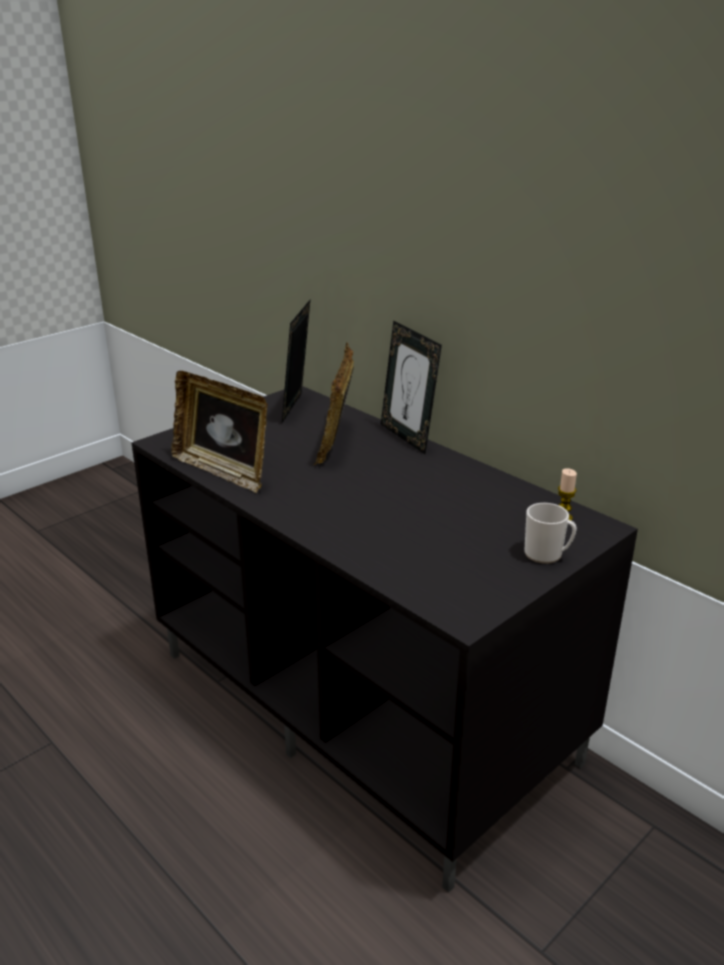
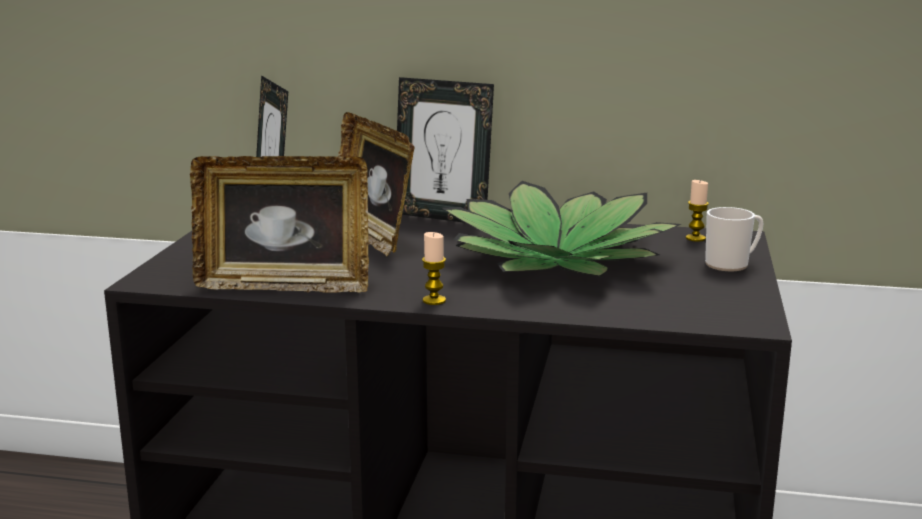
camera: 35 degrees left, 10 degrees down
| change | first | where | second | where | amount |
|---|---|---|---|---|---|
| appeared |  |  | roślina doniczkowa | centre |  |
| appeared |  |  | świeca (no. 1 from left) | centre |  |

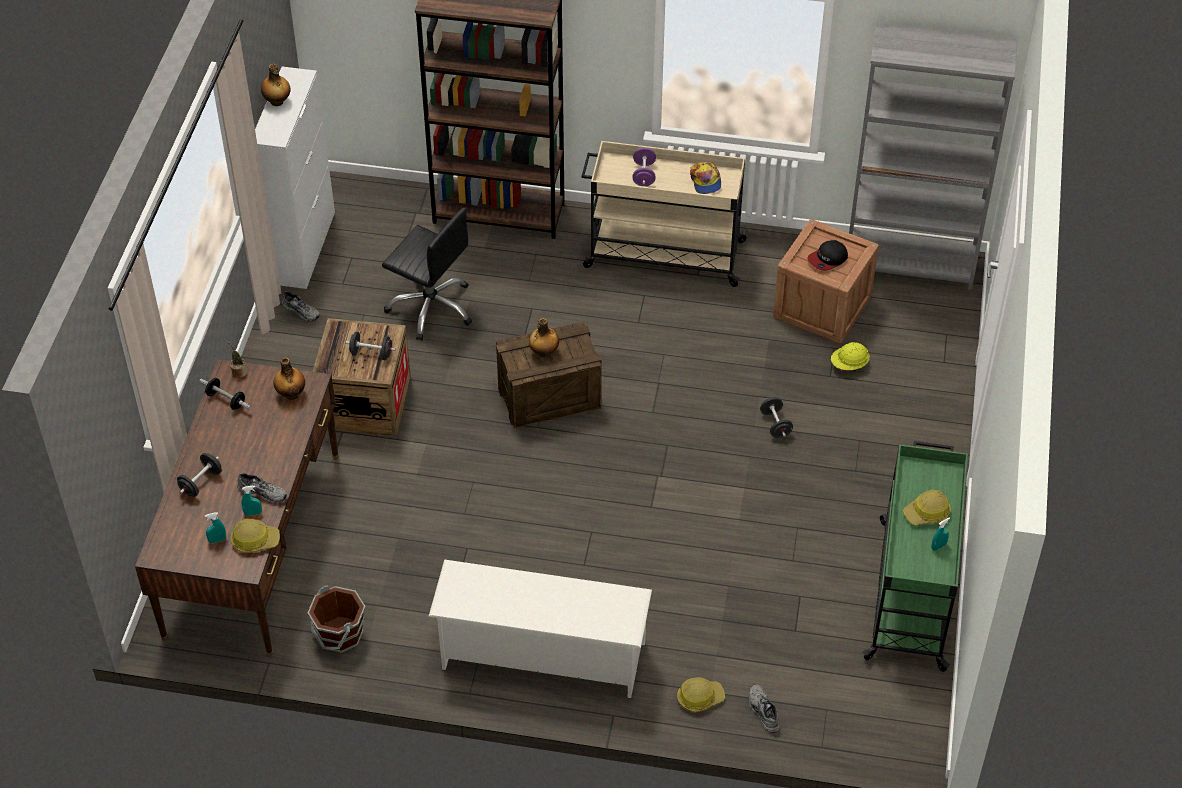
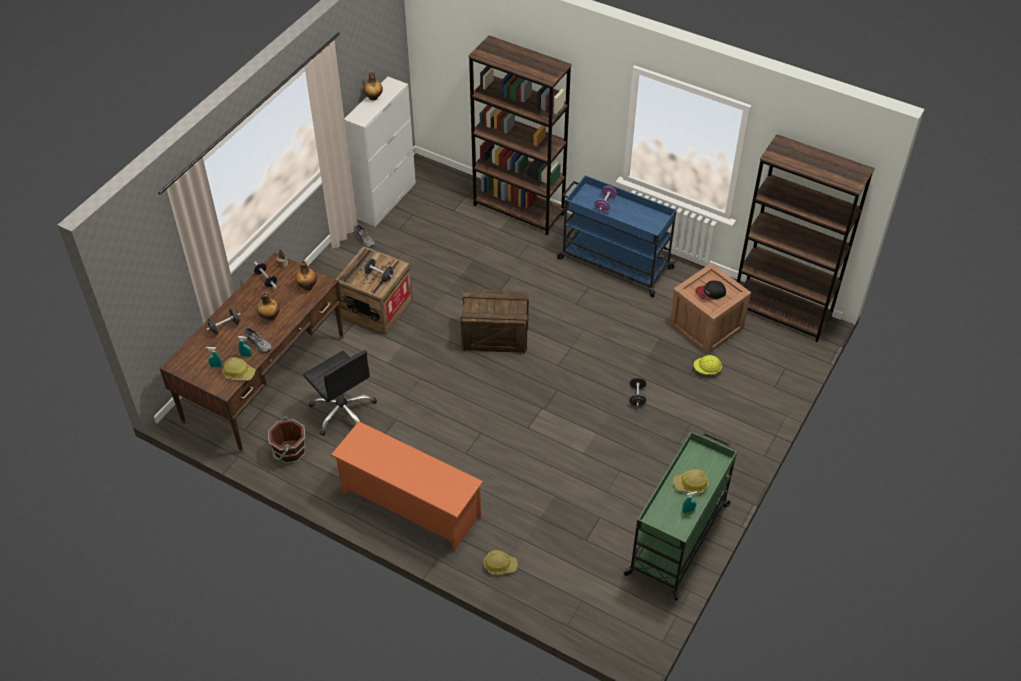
camera: 20 degrees right, 0 degrees up
| change | first | where | second | where | amount |
|---|---|---|---|---|---|
| colour | regał/szary | top right | regał/brązowy (no. 2 from left) | middle right |  |
| colour | wózek/beżowy | top centre | wózek/niebieski | centre |  |
| missing | czapka z daszkiem (no. 1 from left) | top centre |  |  |  |
| relocated | krzesło biurowe/czarny | centre |  | middle left |  |
| relocated | butelka (no. 3 from left in the first image) | centre | butelka (no. 1 from left) | middle left |  |
| colour | regał na buty/biały | bottom centre | regał na buty/pomarańczowy | bottom centre |  |
| missing | but/szary (no. 3 from left) | bottom centre |  |  |  |

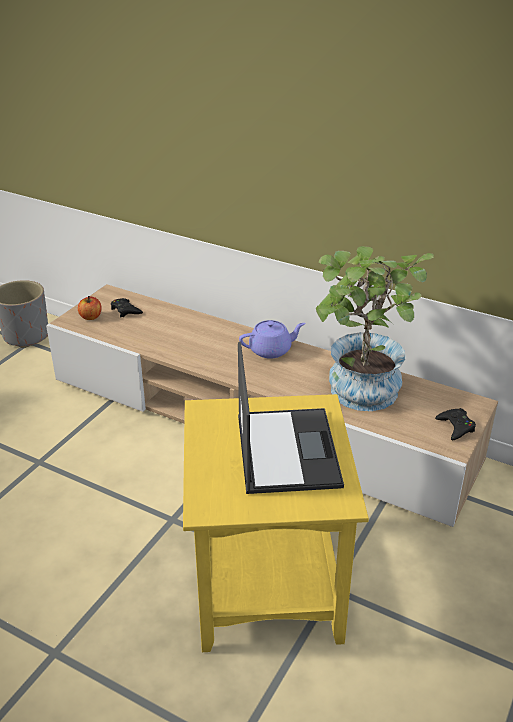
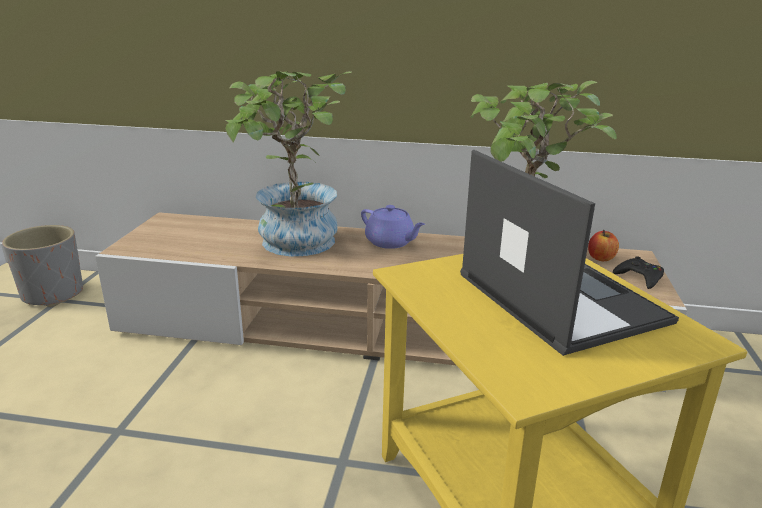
camera: 20 degrees left, 10 degrees down
| change | first | where | second | where | amount |
|---|---|---|---|---|---|
| relocated | jabłko | middle left |  | middle right |  |
| missing | pad do gier/czarny (no. 1 from left) | middle left |  |  |  |
| spun | imbryk/fioletowy | centre |  | centre | 75 degrees clockwise |
| appeared |  |  | roślina doniczkowa (no. 1 from left) | top centre |  |

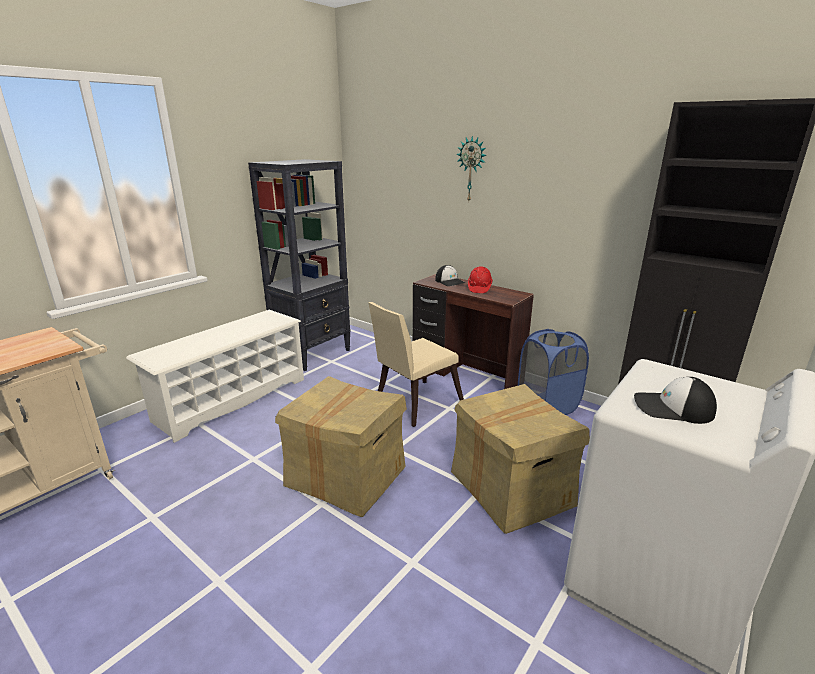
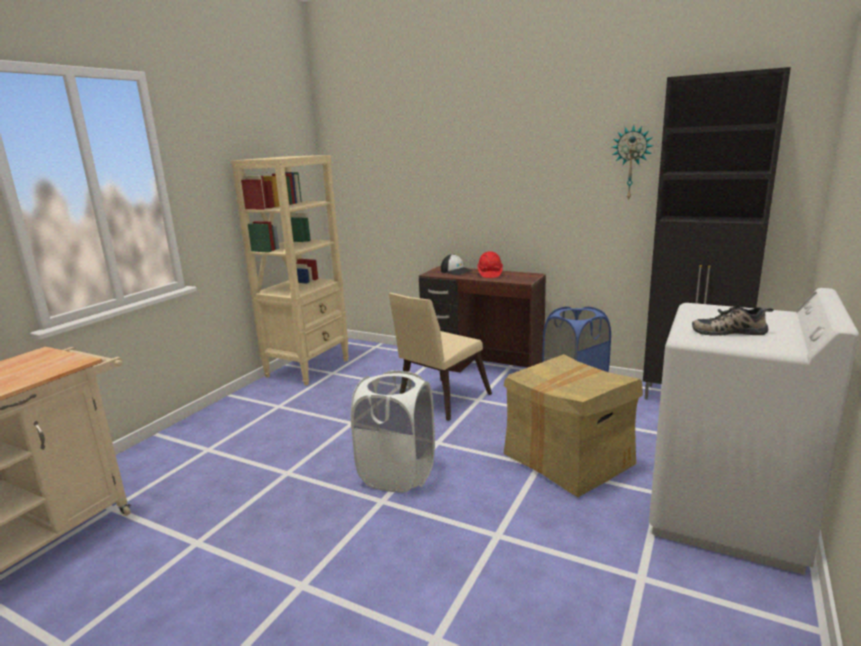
camera: 10 degrees left, 5 degrees down
| change | first | where | second | where | amount |
|---|---|---|---|---|---|
| relocated | zegar ścienny | top centre |  | top right |  |
| colour | regał/czarny | centre | regał/beżowy | centre |  |
| missing | regał na buty/biały | middle left |  |  |  |
| exchanged | karton (no. 1 from left) | centre | kosz na pranie/biały | bottom centre |  |
| exchanged | czapka z daszkiem (no. 2 from left) | middle right | but | middle right |  |

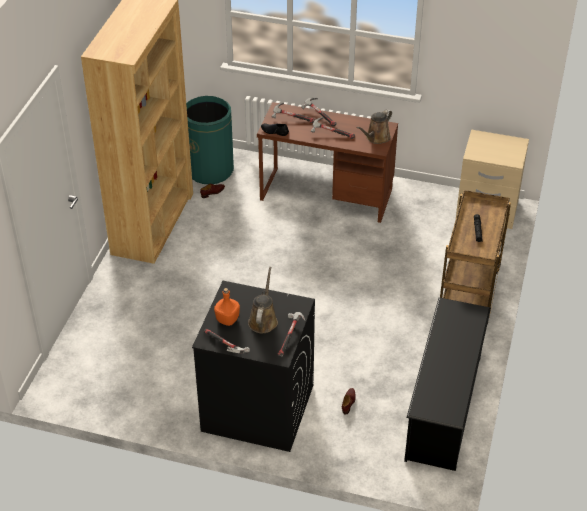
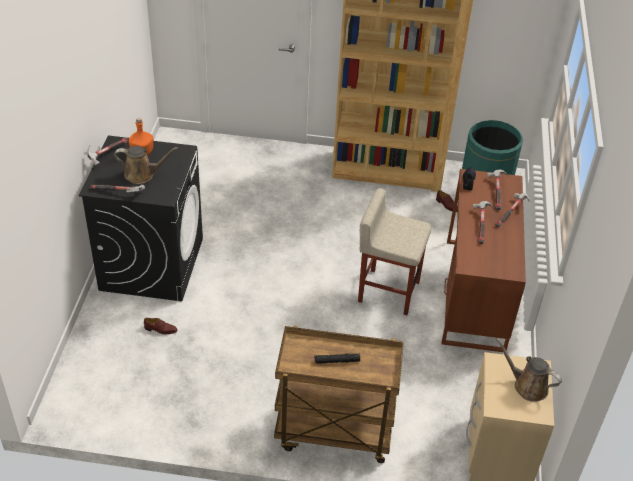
camera: 80 degrees right, 0 degrees up
| change | first | where | second | where | amount |
|---|---|---|---|---|---|
| relocated | konewka/brązowy (no. 2 from left) | top centre |  | bottom right |  |
| missing | regał na buty/czarny | bottom right |  |  |  |
| appeared |  |  | stołek/beżowy | centre |  |

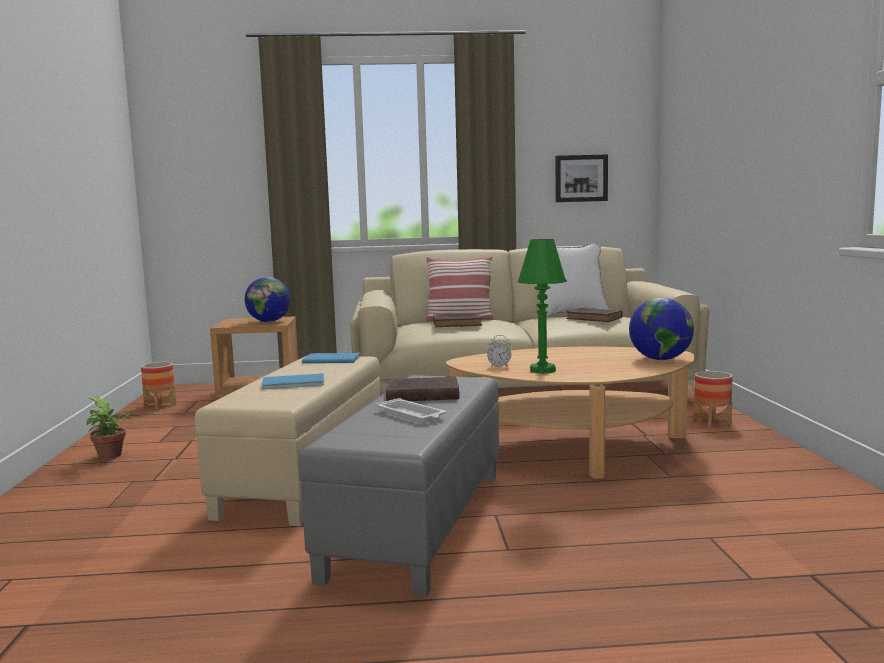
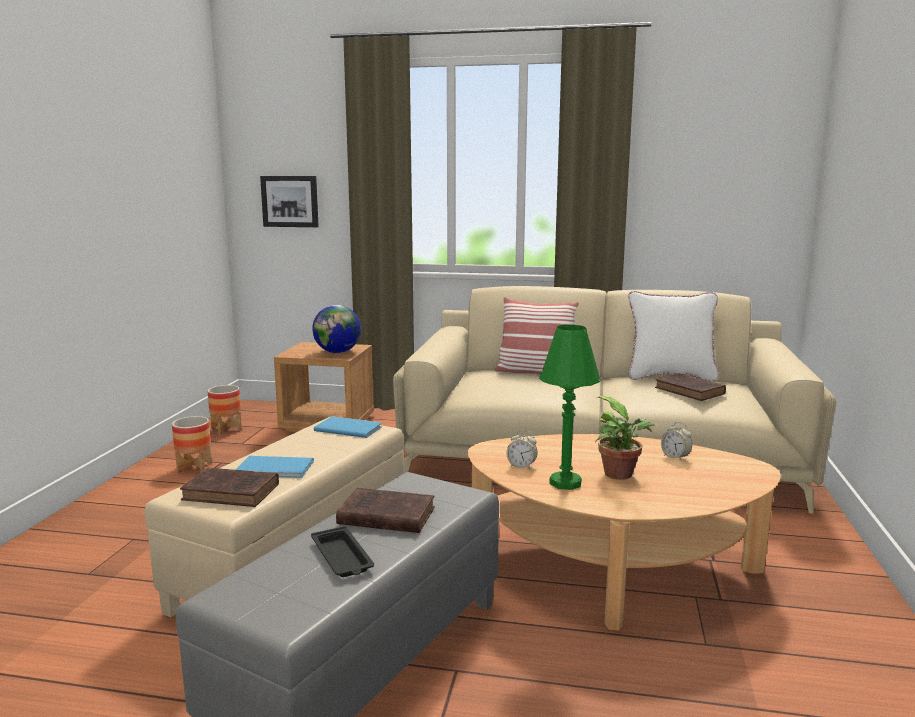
camera: 15 degrees right, 5 degrees up
| change | first | where | second | where | amount |
|---|---|---|---|---|---|
| relocated | obraz | top centre |  | top left |  |
| missing | globus (no. 2 from left) | middle right |  |  |  |
| relocated | książka/brązowy (no. 2 from left in the first image) | centre | książka/brązowy (no. 1 from left) | bottom left |  |
| relocated | donica (no. 2 from left in the first image) | middle right | donica (no. 1 from left) | middle left |  |
| relocated | roślina doniczkowa | middle left |  | middle right |  |
| colour | taca/biały | centre | taca/czarny | bottom centre |  |
| appeared |  |  | budzik (no. 2 from left) | middle right |  |

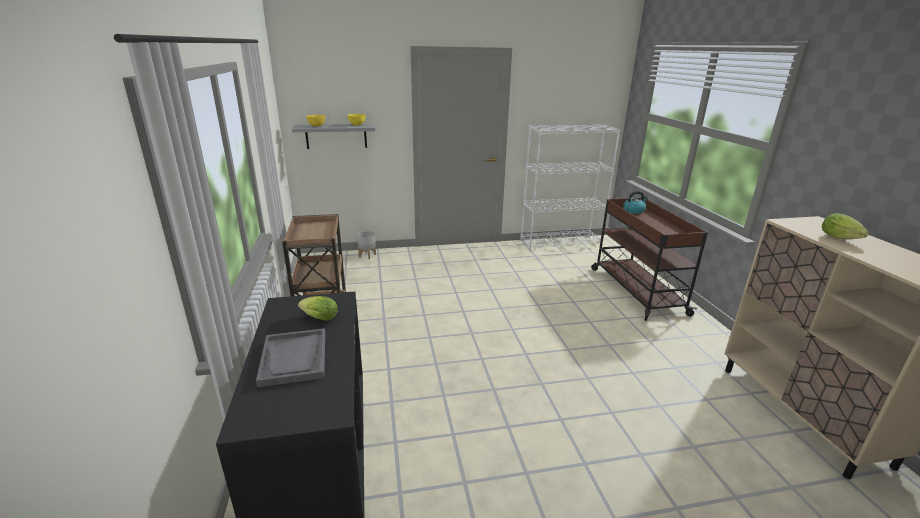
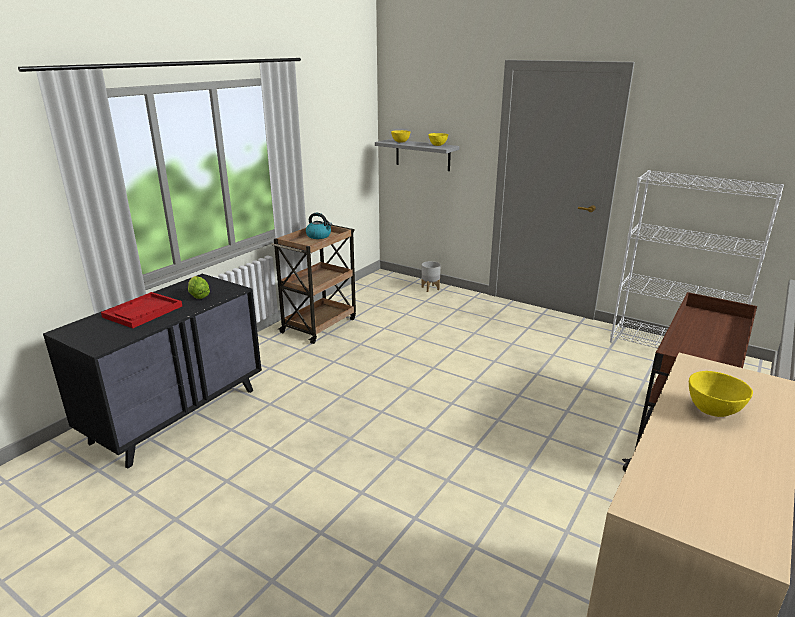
camera: 45 degrees right, 0 degrees up
| change | first | where | second | where | amount |
|---|---|---|---|---|---|
| relocated | czajnik | middle right |  | centre |  |
| exchanged | sałata (no. 2 from left) | middle right | miska/żółty (no. 3 from left) | middle right |  |
| colour | taca/szary | bottom left | taca/czerwony | middle left |  |

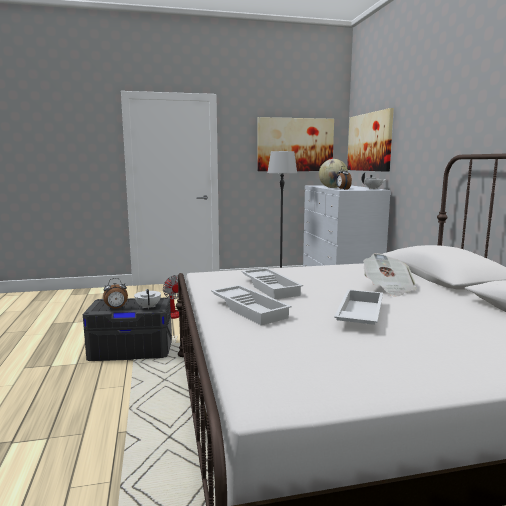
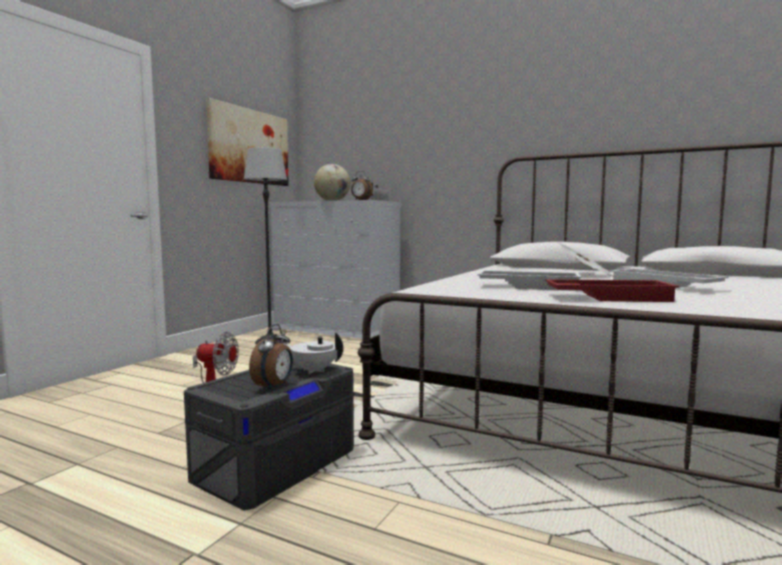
camera: 50 degrees left, 5 degrees down
| change | first | where | second | where | amount |
|---|---|---|---|---|---|
| missing | obraz (no. 2 from left) | top right |  |  |  |
| colour | taca/biały (no. 1 from left) | centre | taca/czerwony | middle right |  |

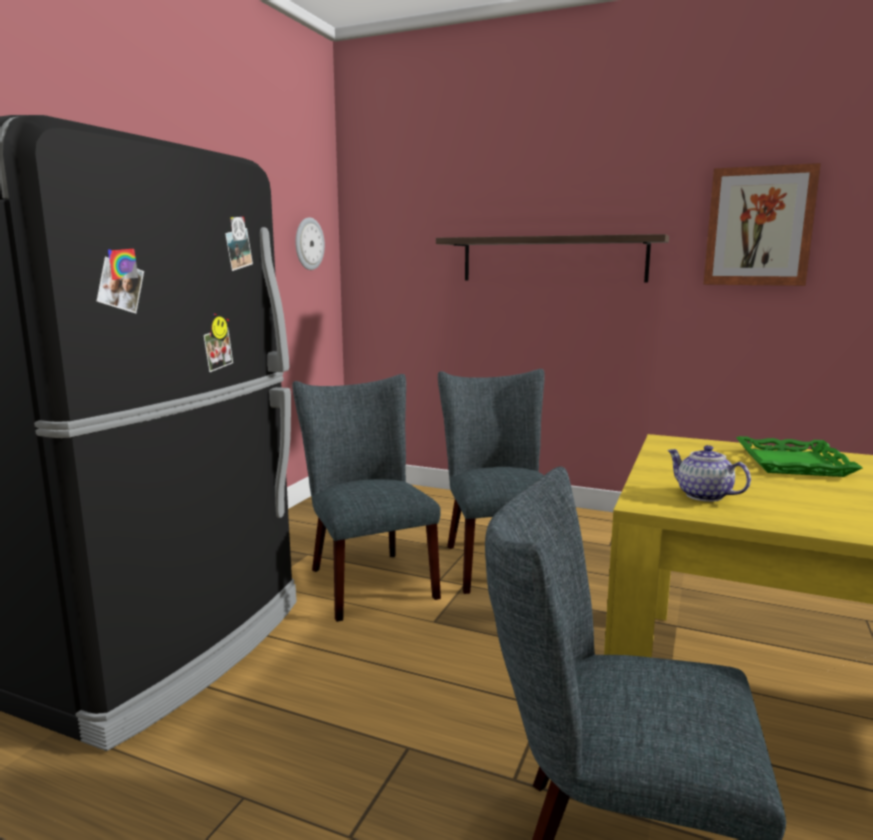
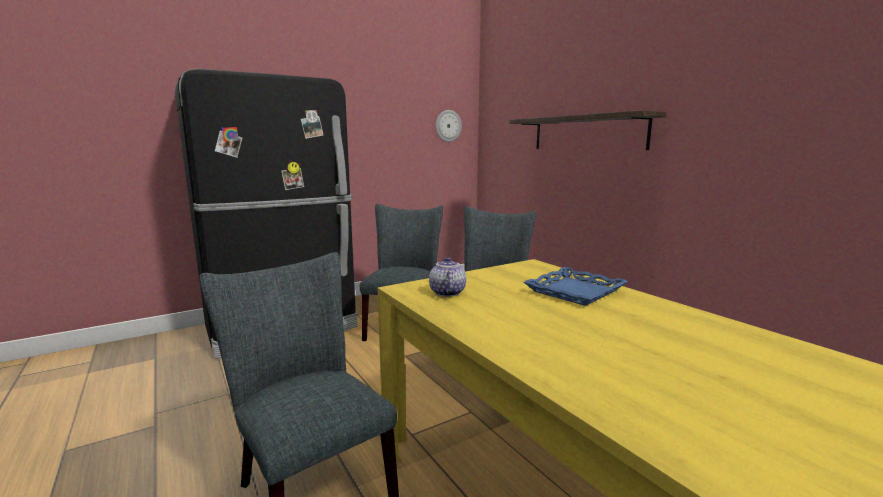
camera: 35 degrees right, 0 degrees up
| change | first | where | second | where | amount |
|---|---|---|---|---|---|
| missing | obraz | top right |  |  |  |
| colour | taca/zielony | middle right | taca/niebieski | centre |  |

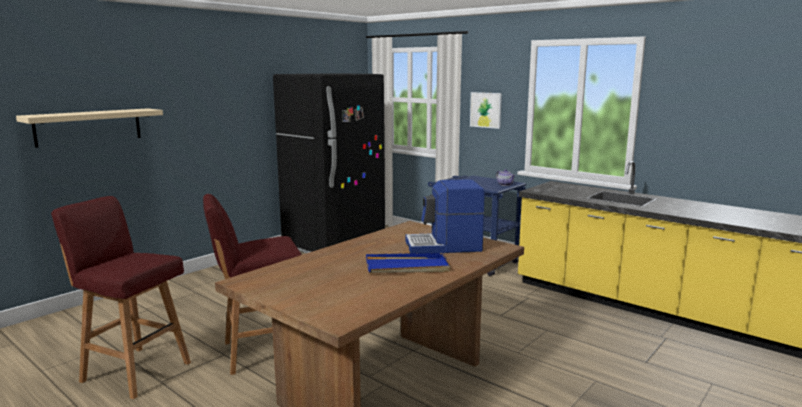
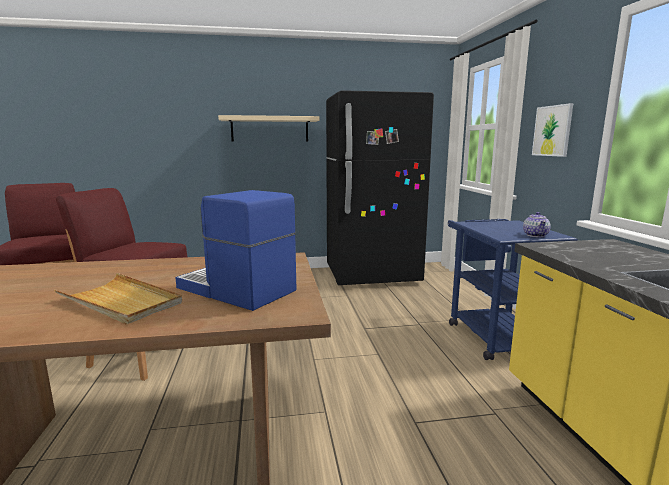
camera: 40 degrees right, 0 degrees up
| change | first | where | second | where | amount |
|---|---|---|---|---|---|
| relocated | półka/beżowy | top left |  | top centre |  |
| colour | taca/niebieski | centre | taca/beżowy | middle left |  |

